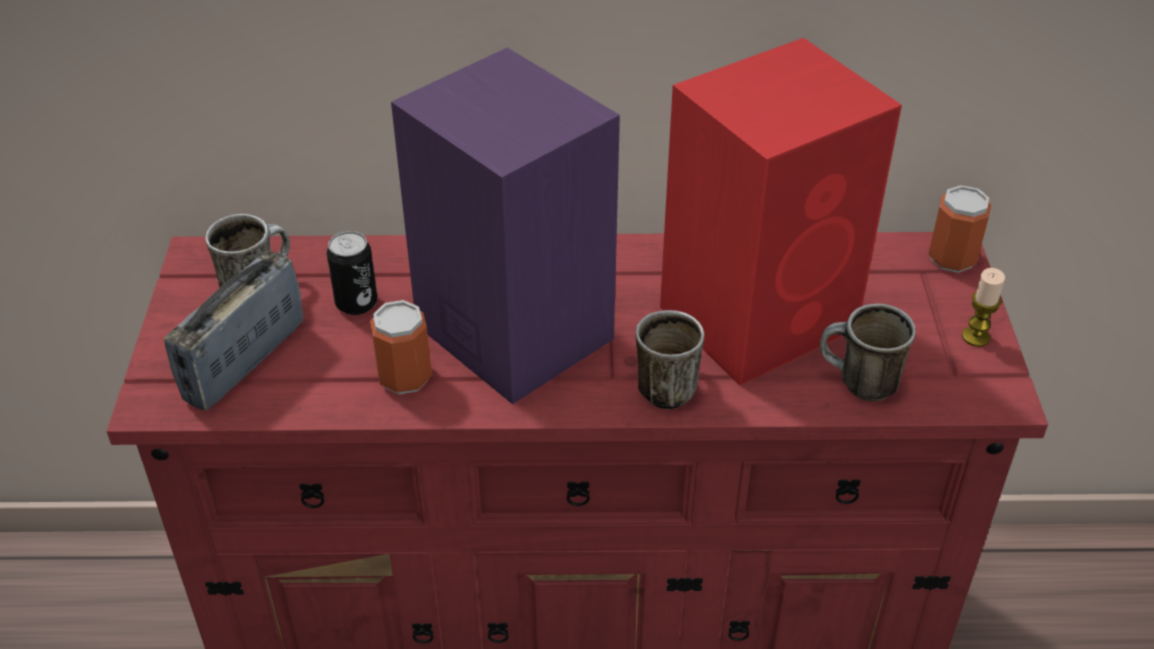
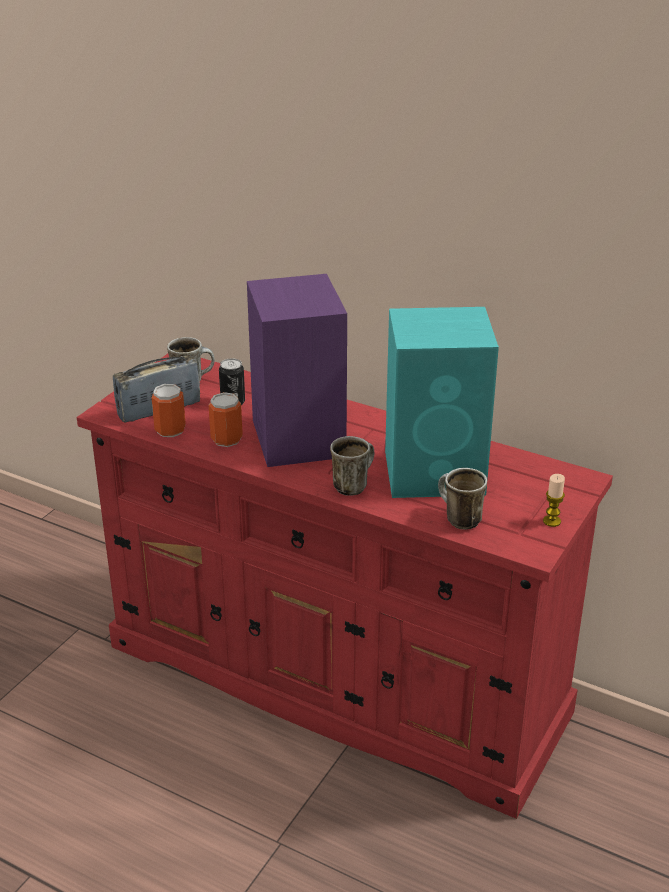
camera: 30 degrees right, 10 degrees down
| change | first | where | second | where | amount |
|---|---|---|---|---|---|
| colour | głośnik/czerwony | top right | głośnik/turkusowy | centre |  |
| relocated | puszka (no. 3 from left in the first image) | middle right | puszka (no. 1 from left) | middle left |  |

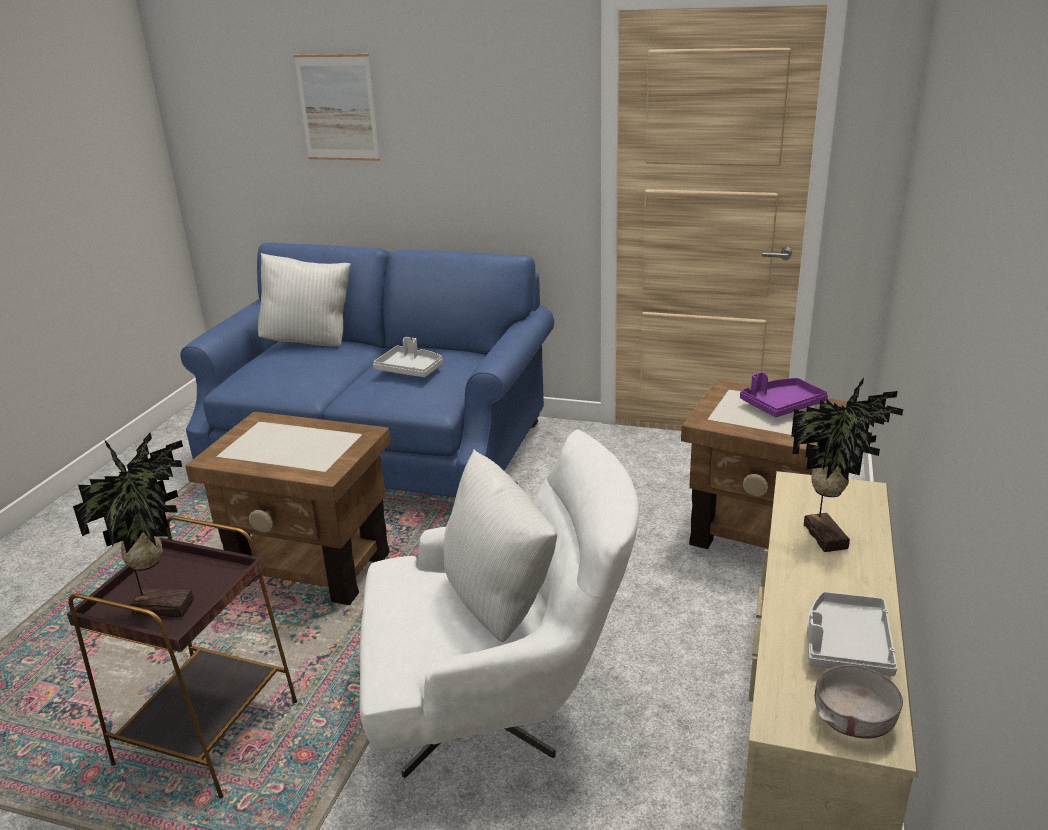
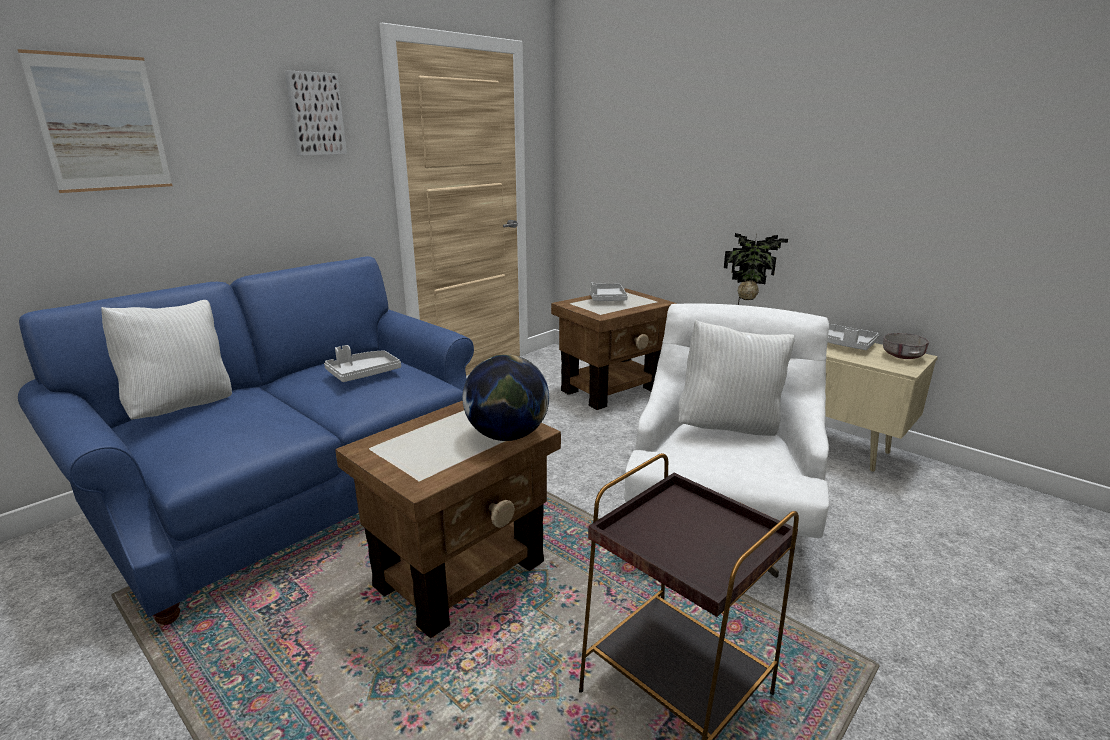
camera: 65 degrees left, 5 degrees down
| change | first | where | second | where | amount |
|---|---|---|---|---|---|
| colour | taca/fioletowy | middle right | taca/szary (no. 2 from left) | centre |  |
| missing | roślina doniczkowa (no. 1 from left) | middle left |  |  |  |
| appeared |  |  | obraz (no. 2 from left) | top left |  |
| appeared |  |  | globus | centre |  |

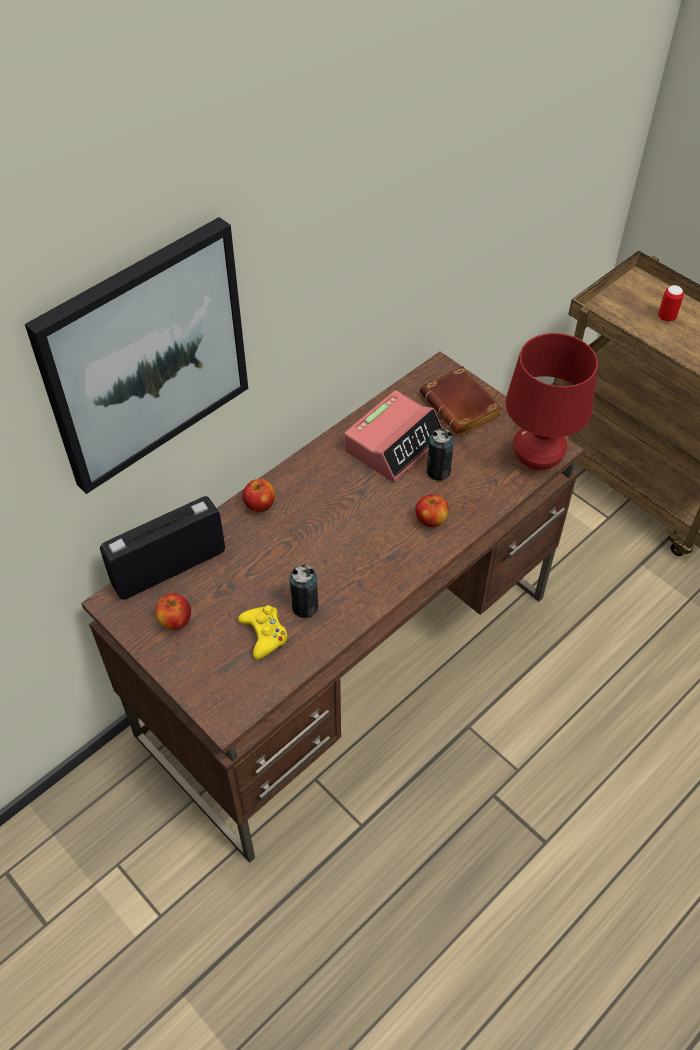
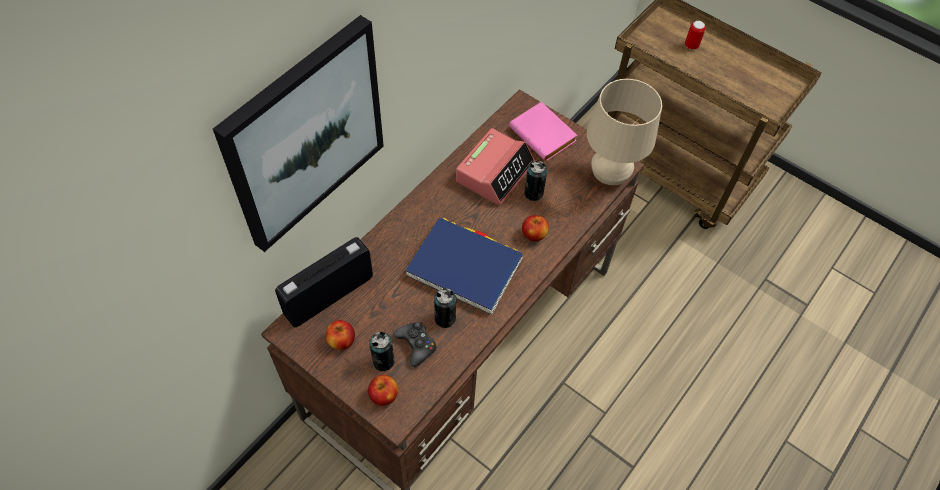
camera: 10 degrees left, 5 degrees up
| change | first | where | second | where | amount |
|---|---|---|---|---|---|
| colour | lampa stołowa/czerwony | middle right | lampa stołowa/beżowy | top centre |  |
| colour | książka/brązowy | centre | książka/różowy | top centre |  |
| relocated | jabłko (no. 2 from left) | centre |  | bottom centre |  |
| colour | pad do gier/żółty | centre | pad do gier/czarny | bottom centre |  |
| appeared |  |  | książka/niebieski | centre |  |
| appeared |  |  | puszka (no. 1 from left) | bottom centre |  |

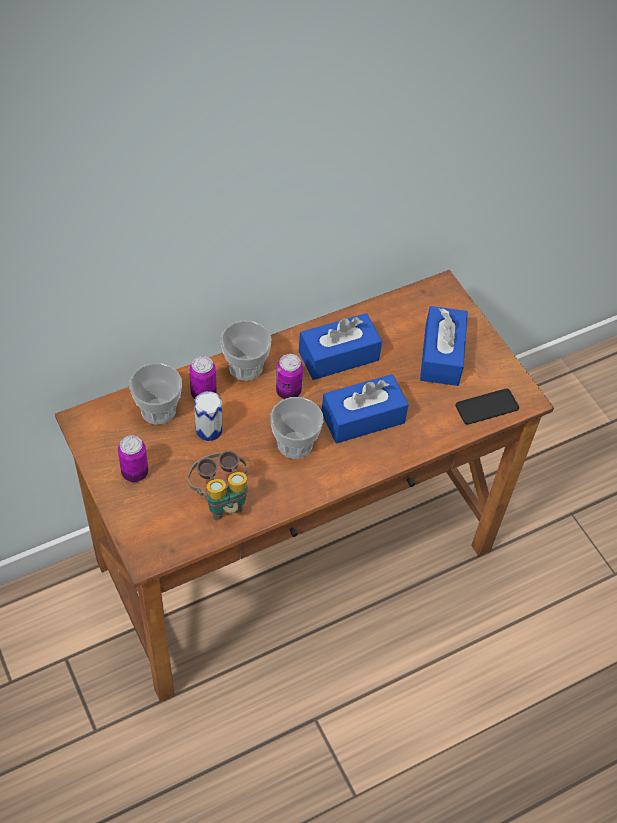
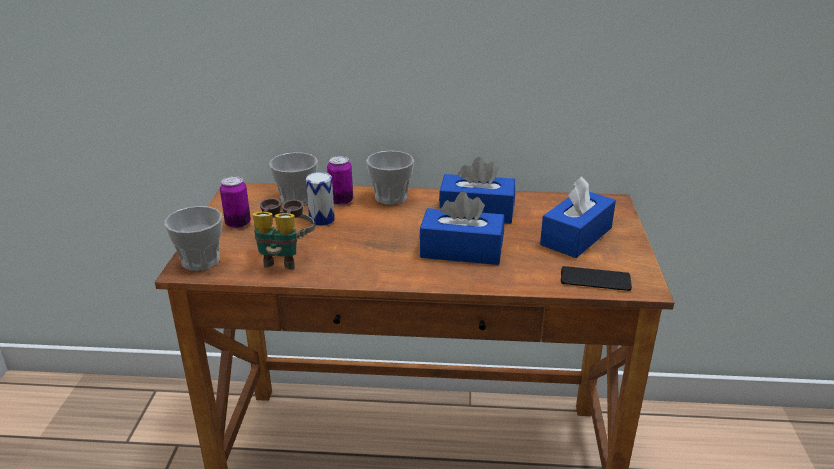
camera: 35 degrees right, 25 degrees down
| change | first | where | second | where | amount |
|---|---|---|---|---|---|
| missing | puszka (no. 4 from left) | centre |  |  |  |
| relocated | filiżanka (no. 3 from left in the first image) | centre | filiżanka (no. 1 from left) | middle left |  |

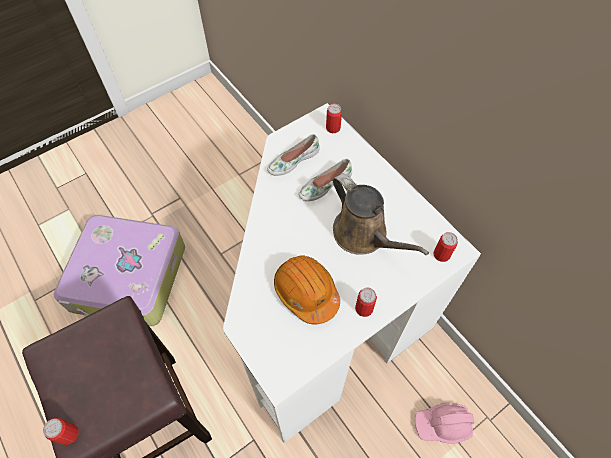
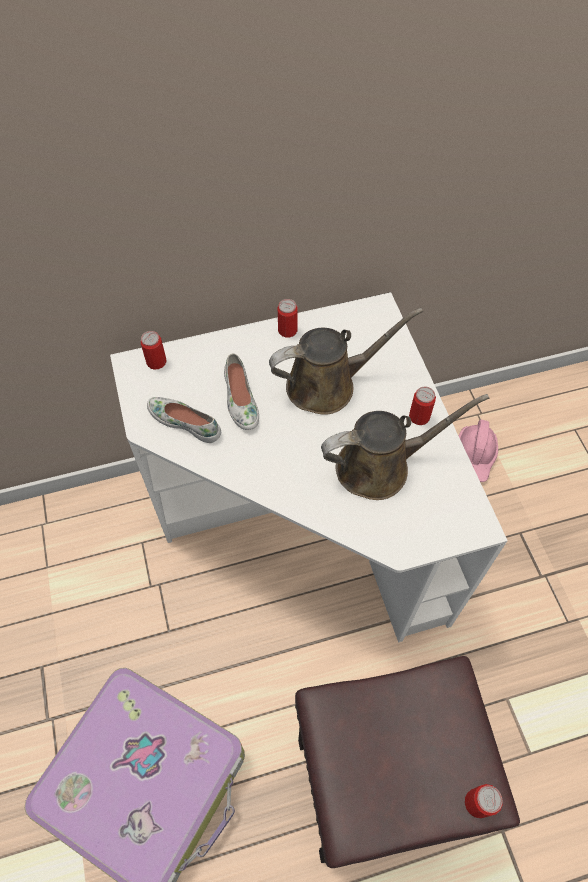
camera: 70 degrees left, 0 degrees up
| change | first | where | second | where | amount |
|---|---|---|---|---|---|
| spun | but/biały (no. 1 from left) | centre |  | middle left | 135 degrees clockwise |
| relocated | puszka (no. 4 from left in the first image) | middle right | puszka (no. 2 from left) | centre |  |
| exchanged | kask/pomarańczowy | centre | konewka/brązowy (no. 2 from left) | middle right |  |

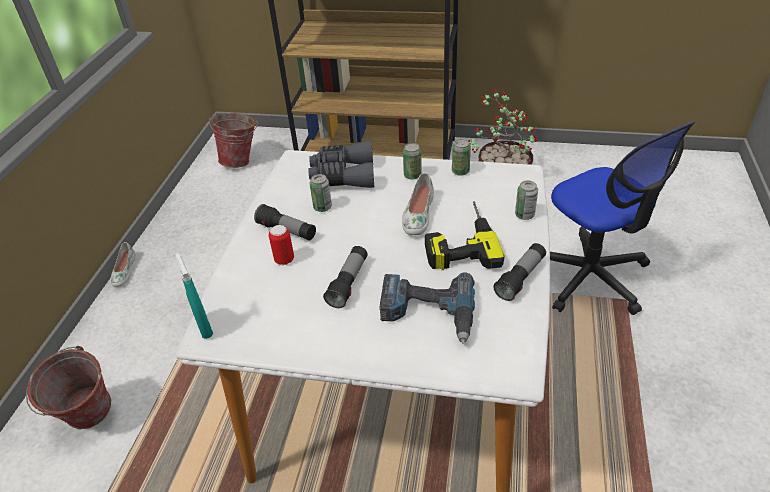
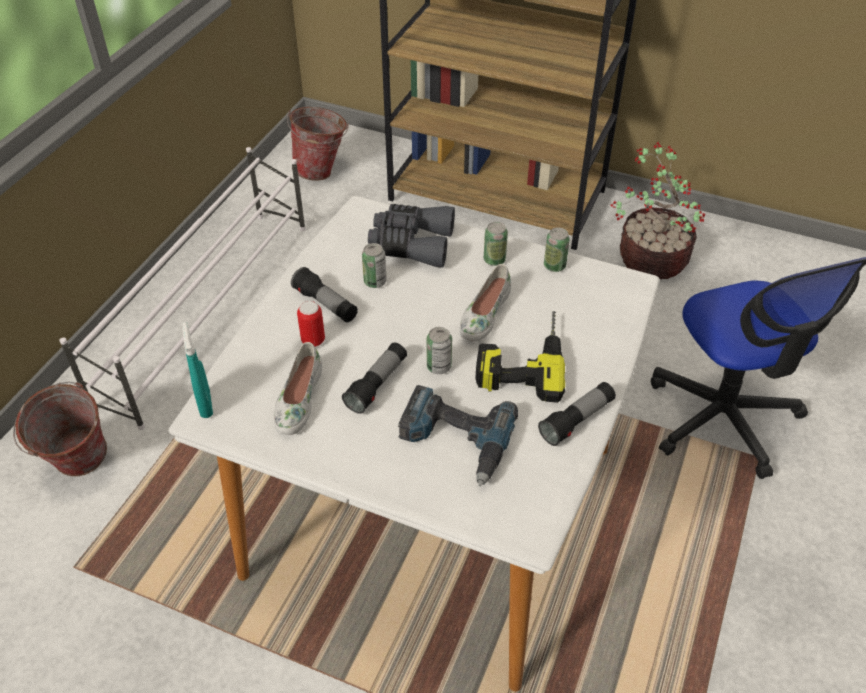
camera: 10 degrees right, 5 degrees up
| change | first | where | second | where | amount |
|---|---|---|---|---|---|
| relocated | puszka (no. 5 from left in the first image) | middle right | puszka (no. 3 from left) | centre |  |
| relocated | but/biały (no. 1 from left) | middle left |  | centre |  |
| appeared |  |  | regał na buty/biały | middle left |  |

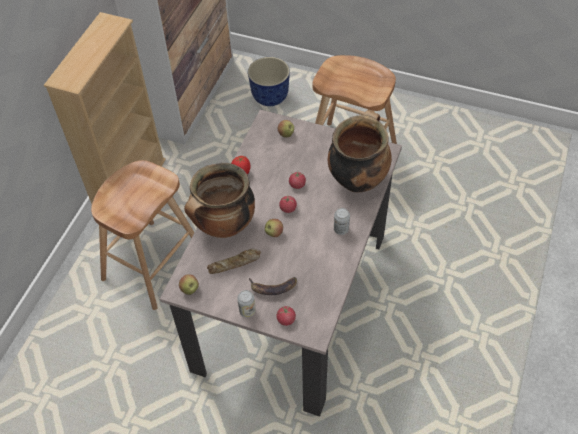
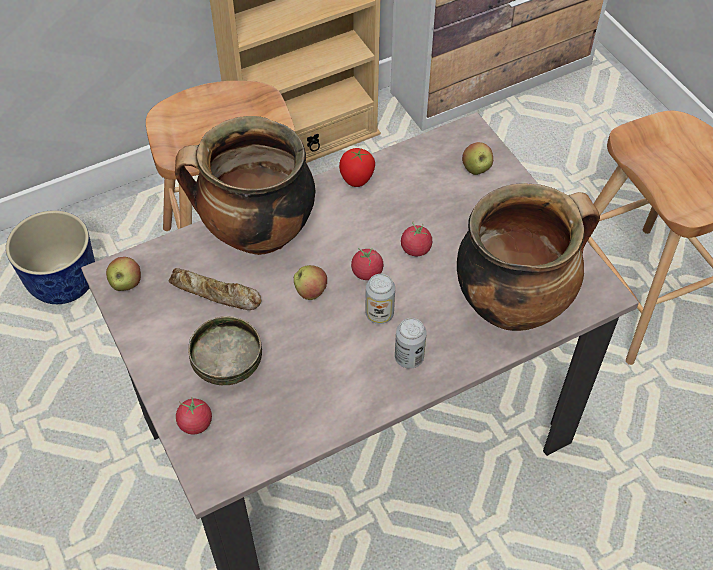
camera: 40 degrees right, 0 degrees up
| change | first | where | second | where | amount |
|---|---|---|---|---|---|
| relocated | donica | top centre |  | middle left |  |
| exchanged | banan | centre | miska | middle left |  |
| relocated | puszka (no. 1 from left) | bottom centre |  | centre |  |

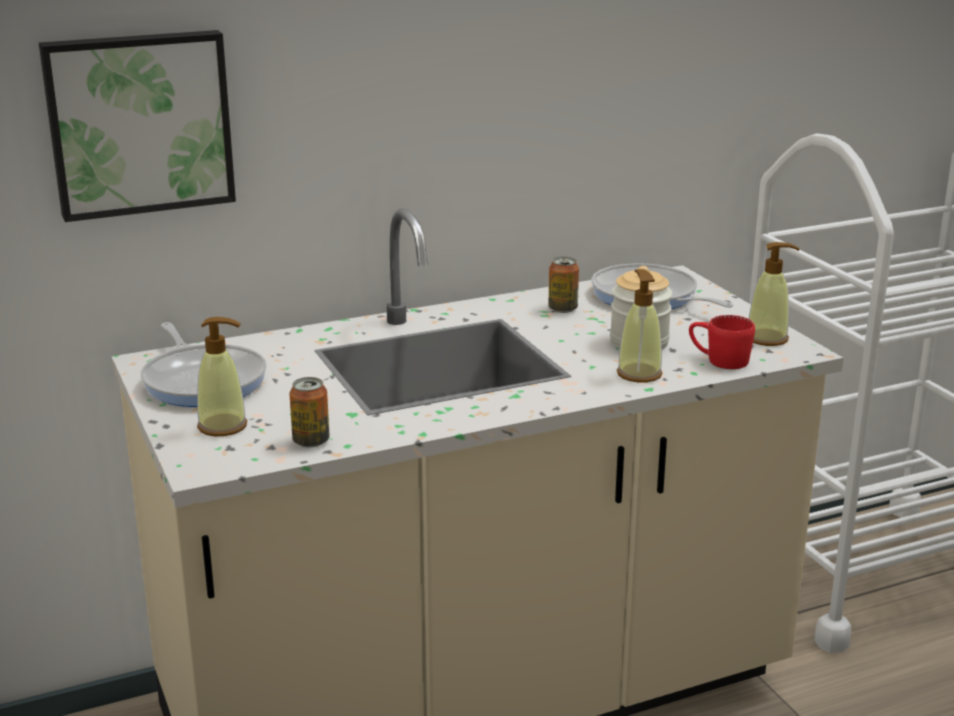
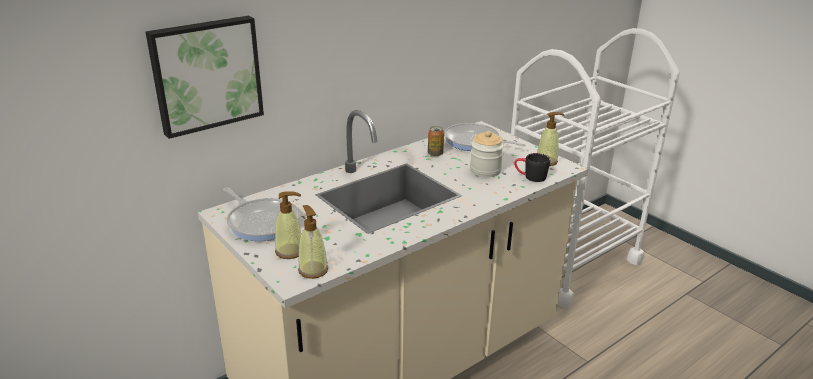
camera: 15 degrees left, 5 degrees up
| change | first | where | second | where | amount |
|---|---|---|---|---|---|
| relocated | dozownik mydła (no. 2 from left) | middle right |  | centre |  |
| colour | kubek/czerwony | middle right | kubek/czarny | centre |  |
| missing | puszka (no. 1 from left) | middle left |  |  |  |

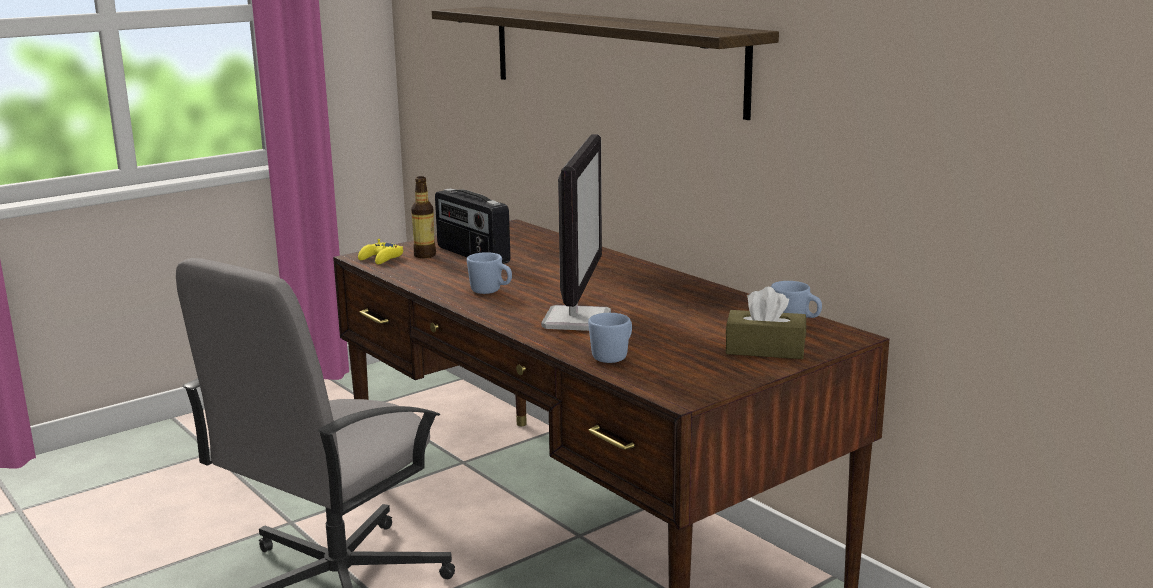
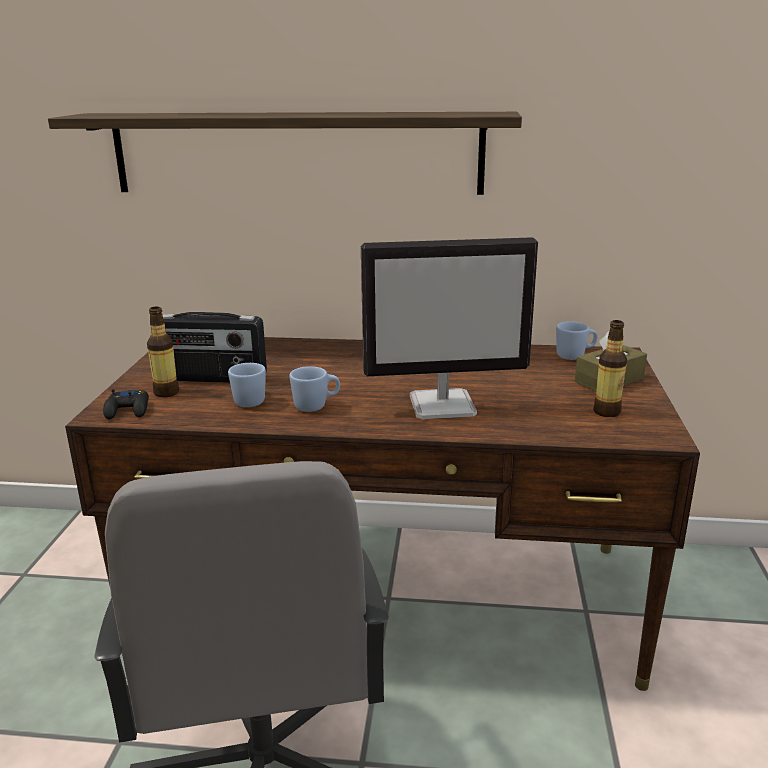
camera: 45 degrees left, 5 degrees up
| change | first | where | second | where | amount |
|---|---|---|---|---|---|
| spun | monitor | centre |  | centre | 120 degrees clockwise |
| colour | pad do gier/żółty | middle left | pad do gier/czarny | middle left |  |
| relocated | kubek/niebieski (no. 2 from left in the first image) | centre | kubek/niebieski (no. 1 from left) | middle left |  |
| appeared |  |  | butelka (no. 2 from left) | middle right |  |

